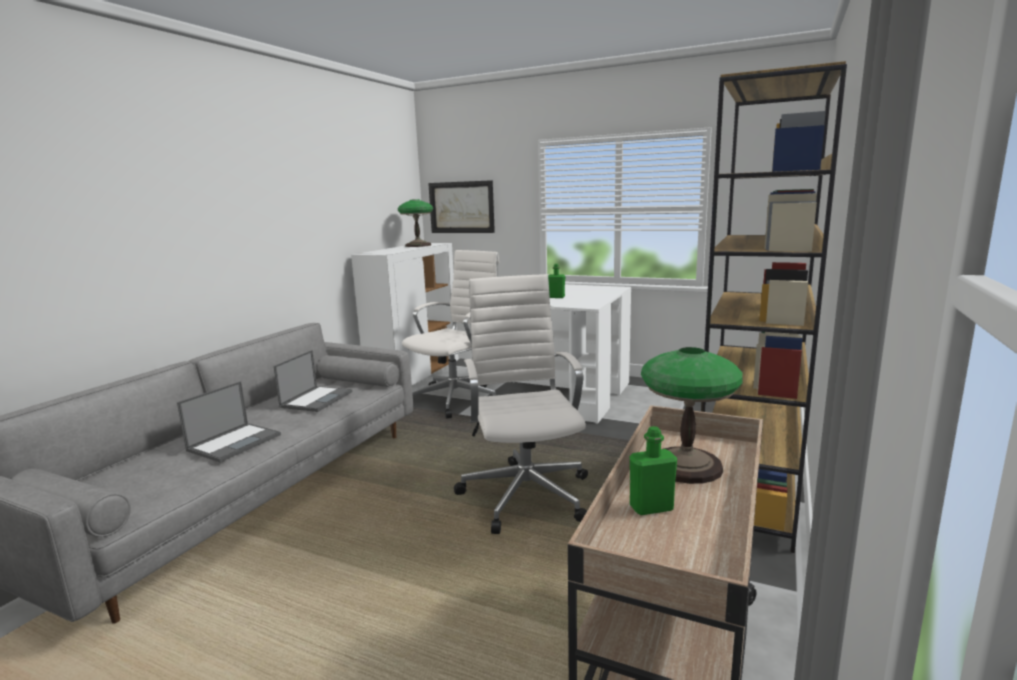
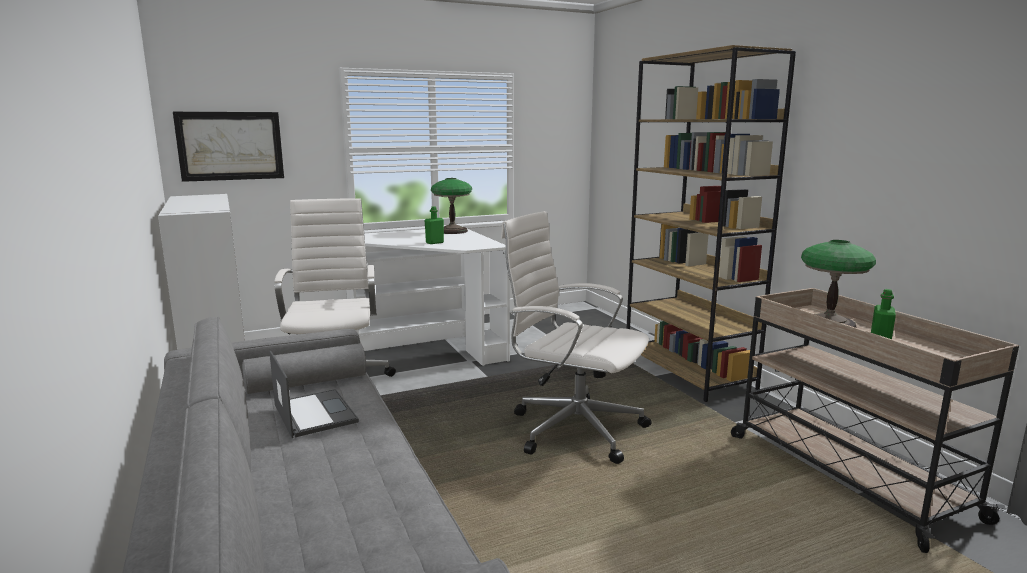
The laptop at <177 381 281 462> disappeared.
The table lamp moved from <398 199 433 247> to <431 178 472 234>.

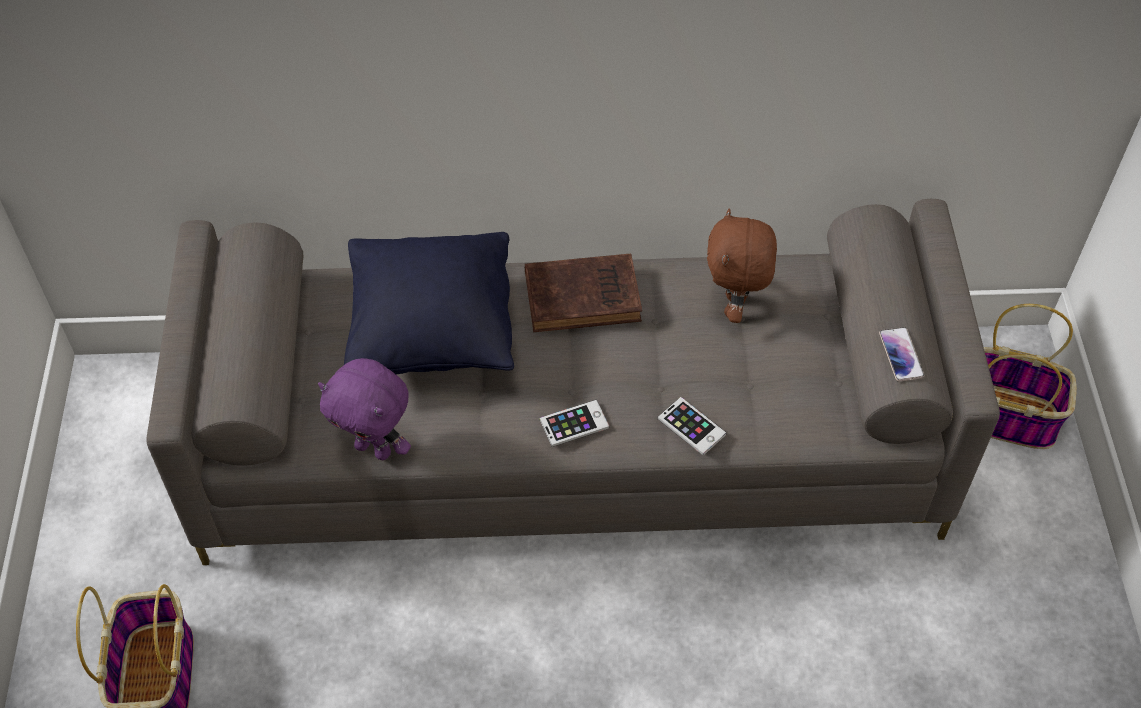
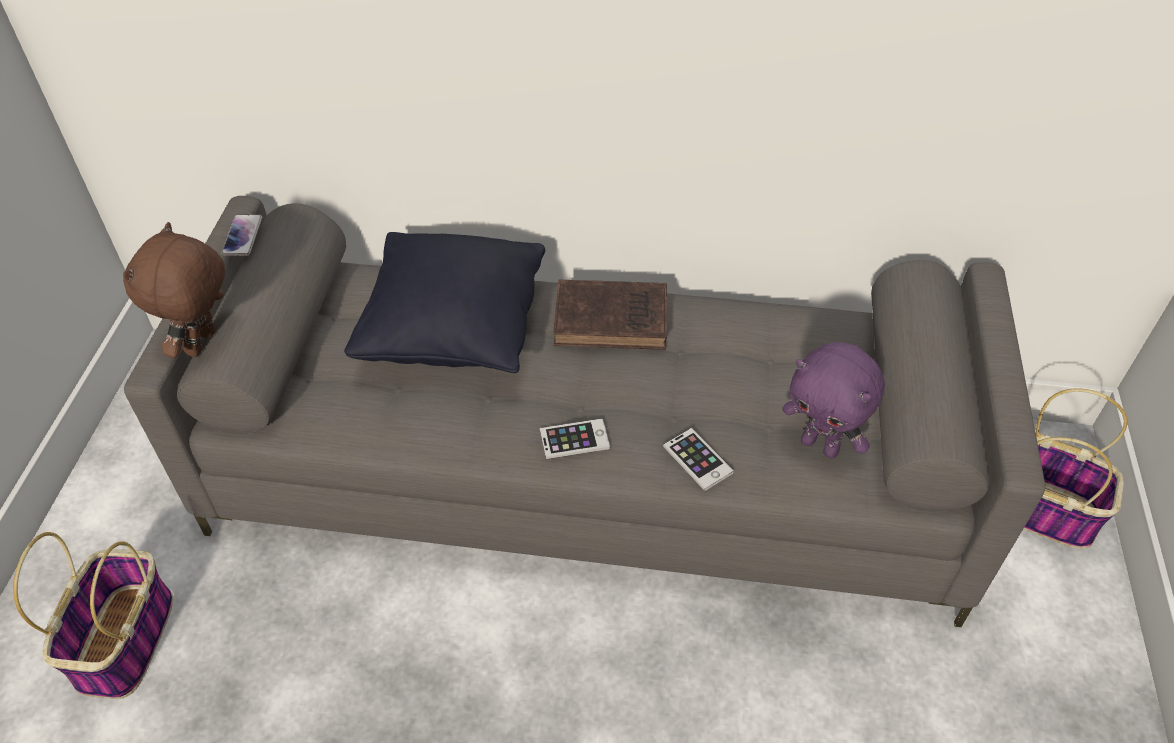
The plush toy (purple) moved from <318 358 411 460> to <782 342 885 458>.
The plush toy (brown) moved from <707 208 777 323> to <123 222 225 358>.
The phone moved from <879 327 925 382> to <221 214 262 256>.

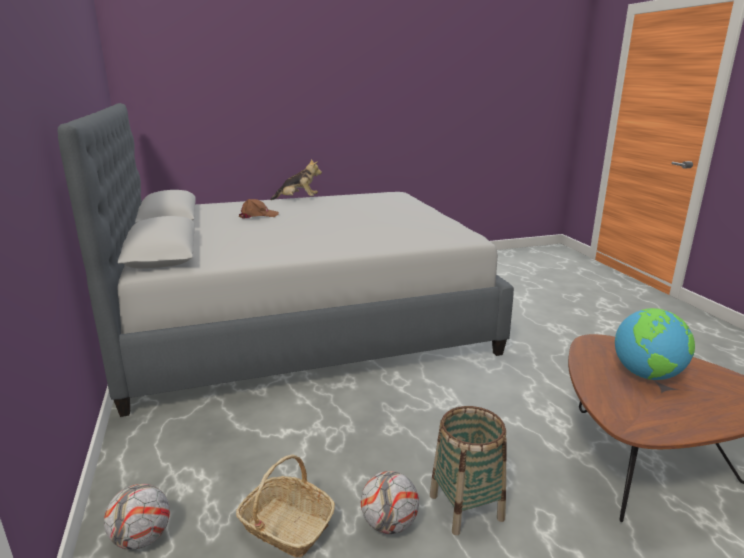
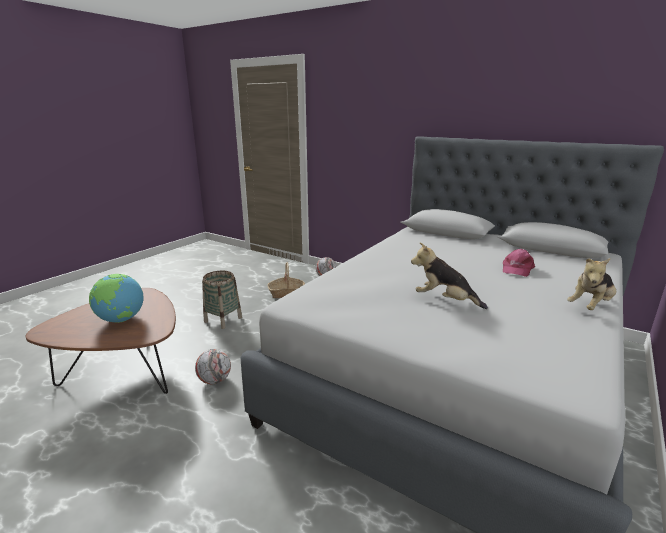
The cap (brown) at <239 199 279 219> became the cap (pink) at <503 249 535 277>.
The football moved from <361 471 419 534> to <195 349 231 384>.
The plush toy at <411 243 488 309> appeared.

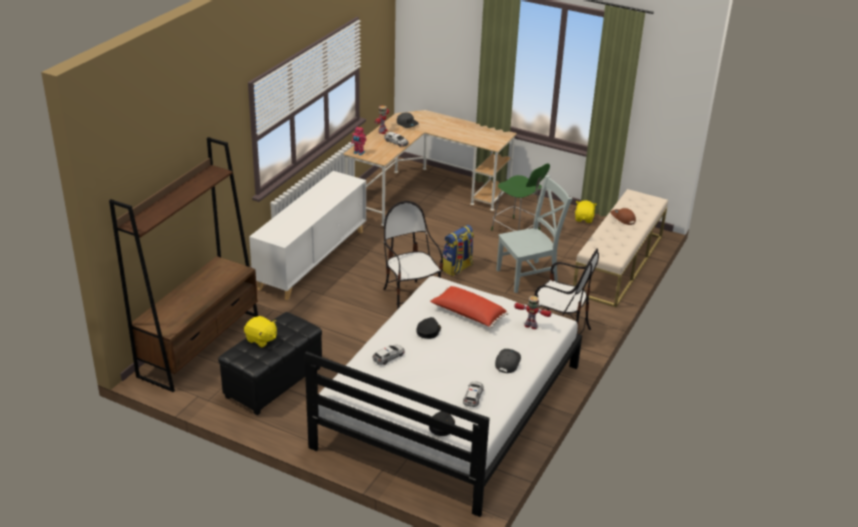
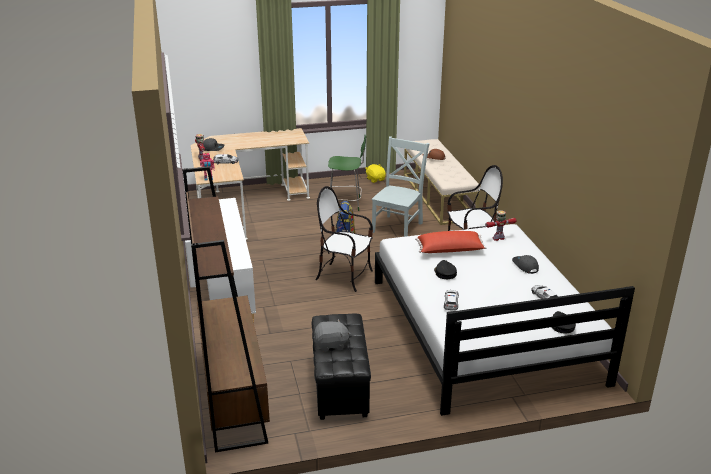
The plush toy (yellow) at <244 316 277 348> became the plush toy (grey) at <314 319 351 352>.

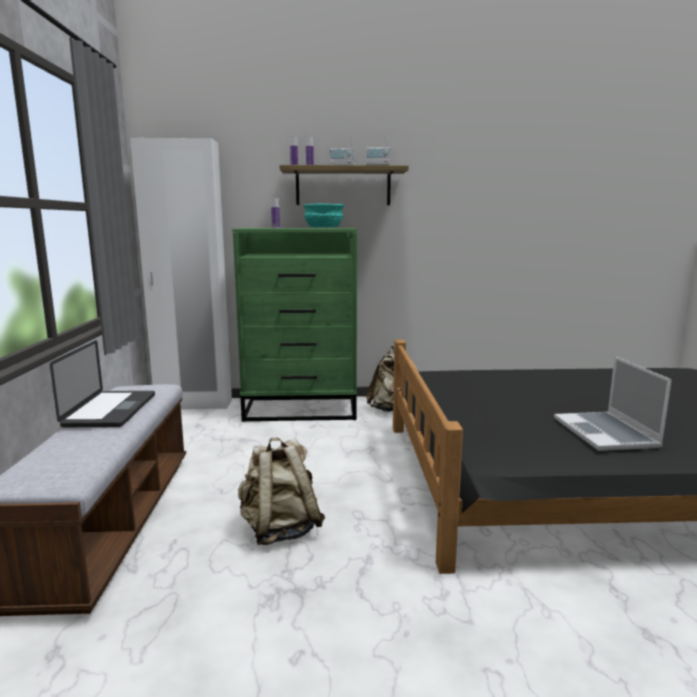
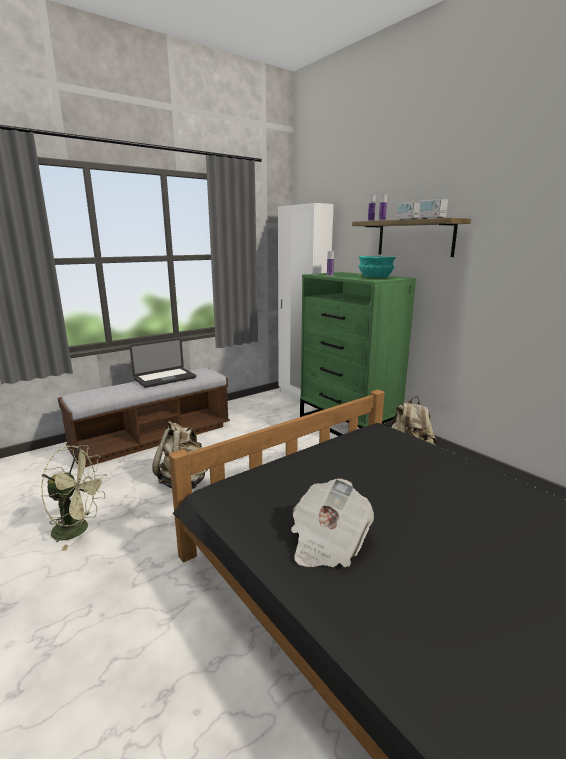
The laptop at <554 356 672 451> was replaced by the newspaper at <291 478 374 567>.
The fan (green) at <41 445 107 551> appeared.

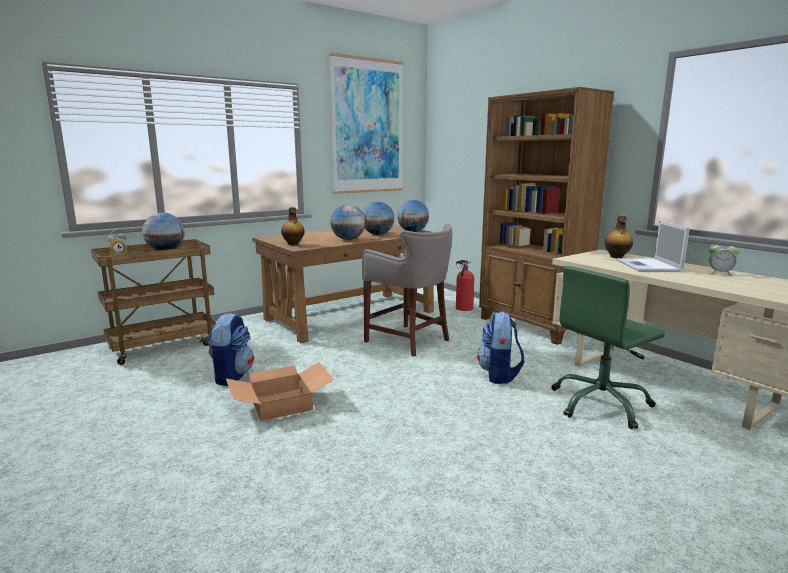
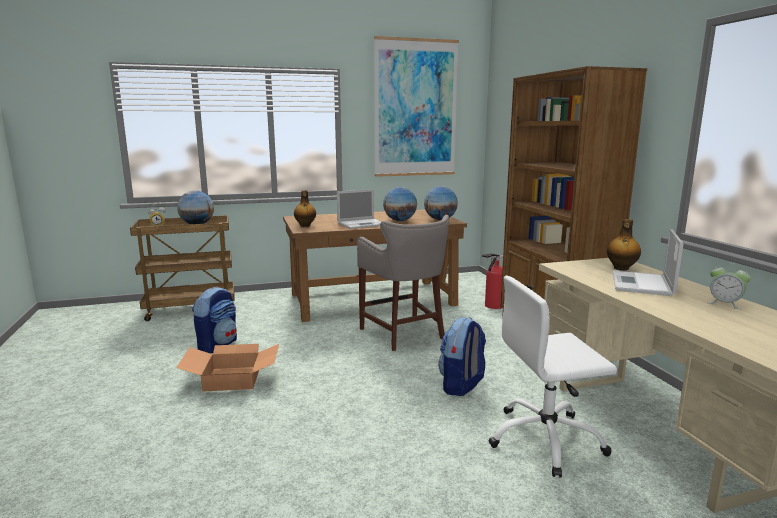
The globe at <330 204 366 240> was replaced by the laptop at <337 189 382 229>.
The office chair (green) at <551 266 665 429> became the office chair (white) at <489 276 617 477>.

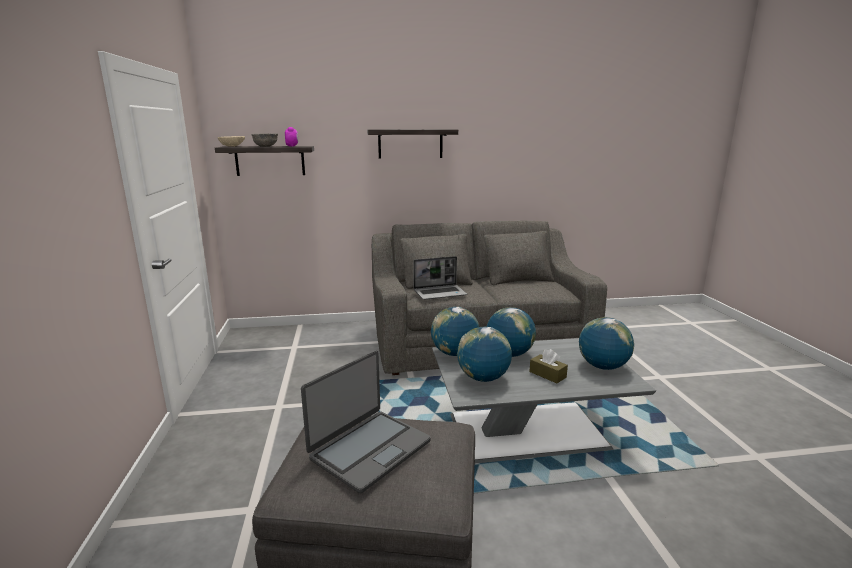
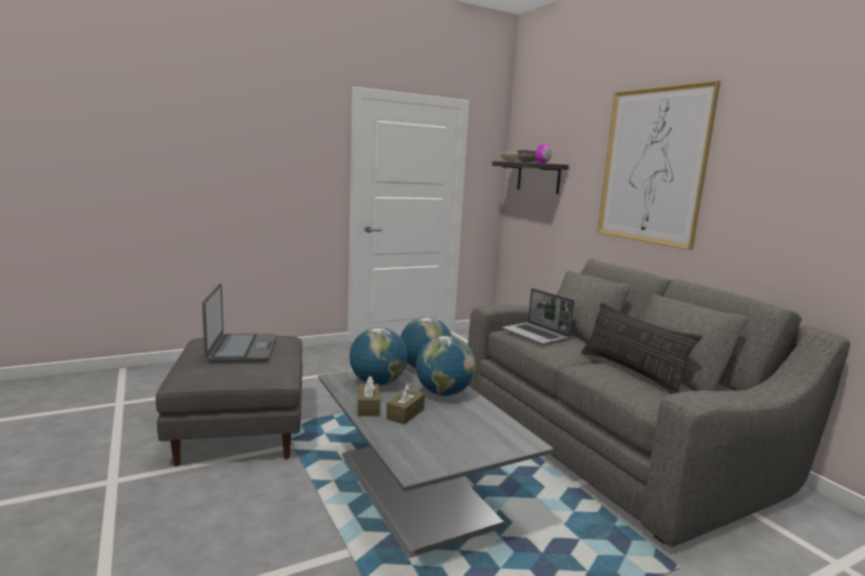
The laptop at <301 350 431 493> turned 120 degrees counterclockwise.
The shelf at <367 129 458 159> was replaced by the picture at <597 80 721 250>.
The globe at <579 317 634 370> disappeared.
The tissue box (brown) at <357 376 379 416> appeared.
The pillow at <581 302 702 394> appeared.

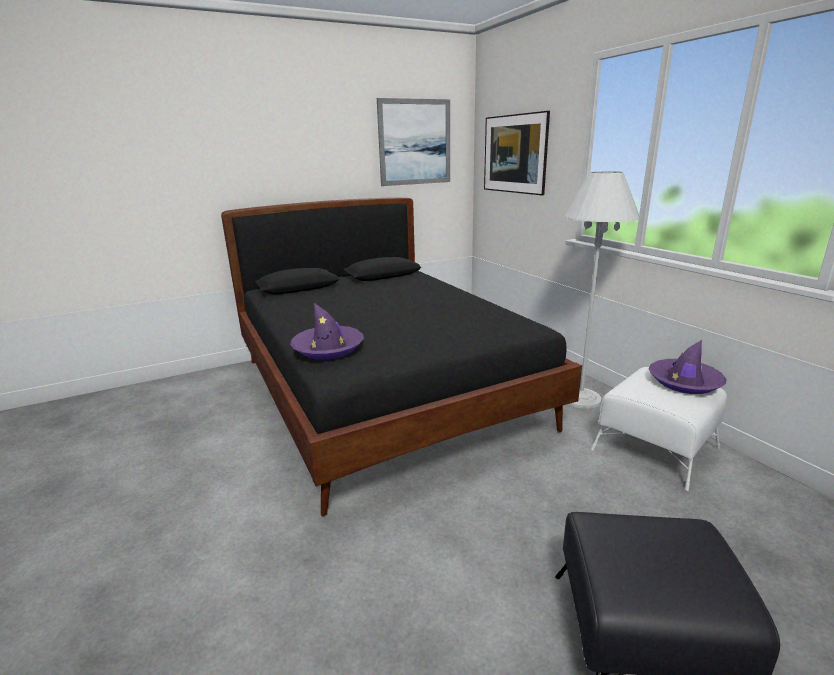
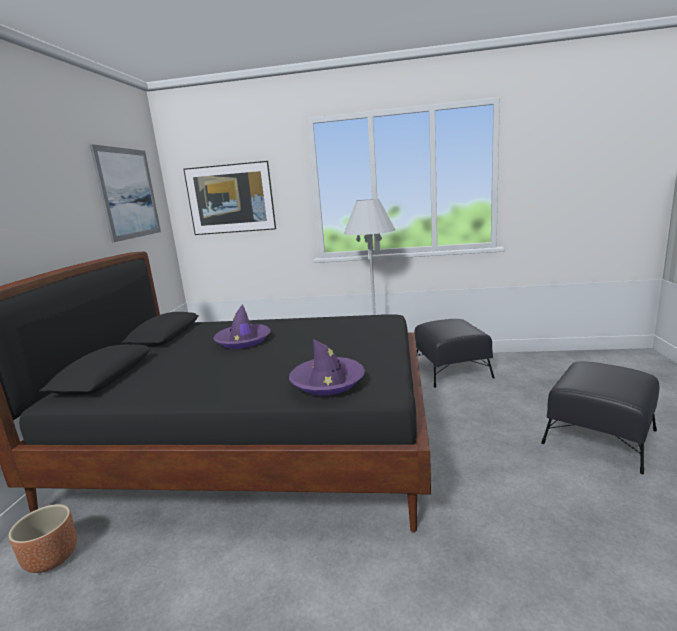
The ottoman (white) at <591 367 727 491> became the ottoman (black) at <414 319 495 388>.
The hat (purple) moved from <649 340 727 394> to <213 304 271 349>.
The planter (brown) at <9 504 77 573> appeared.

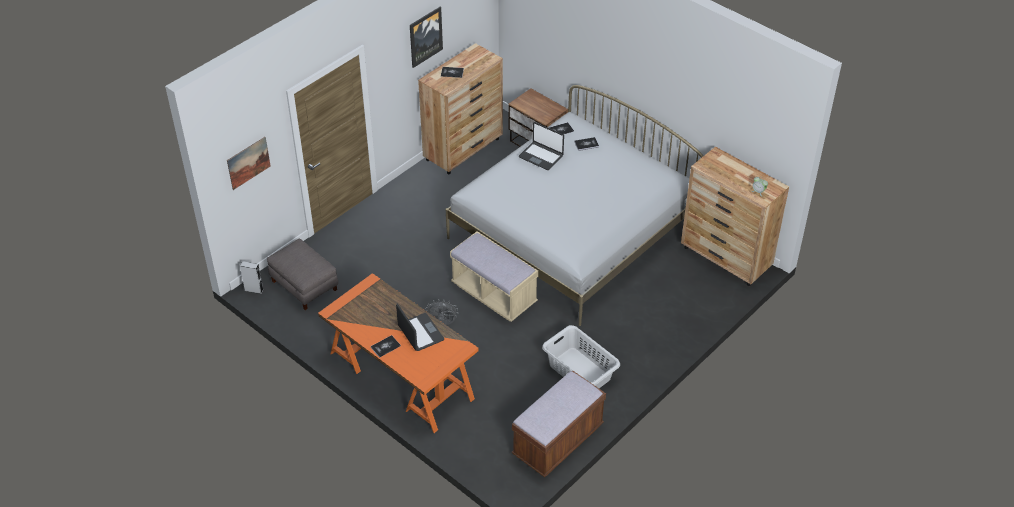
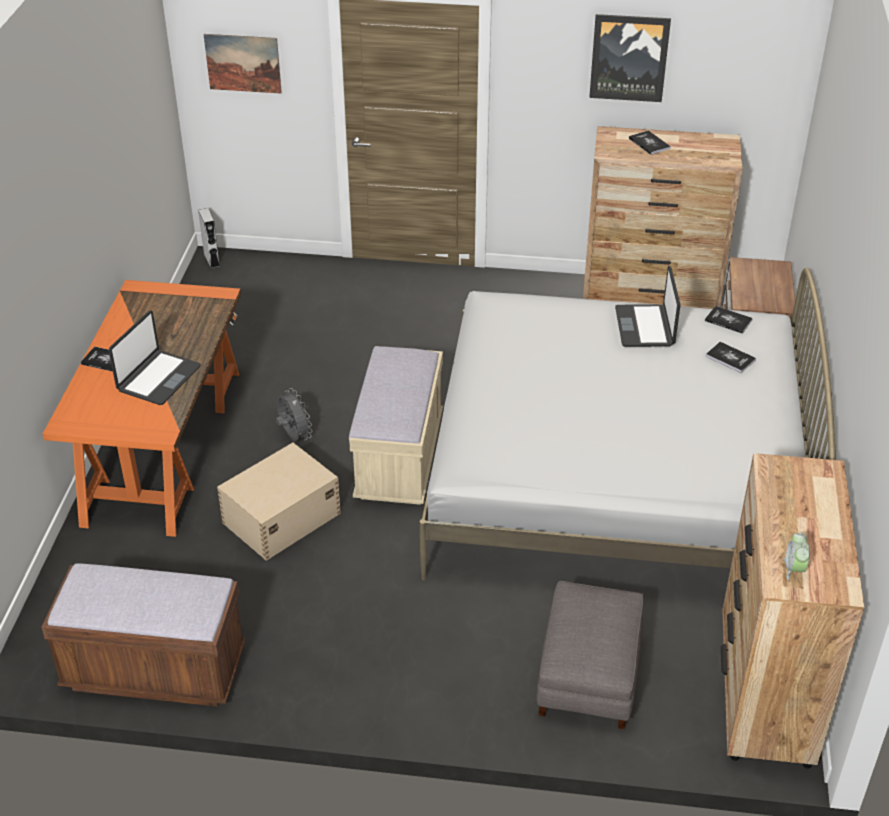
The ottoman (grey) moved from <267 238 338 310> to <537 581 644 729>.
The laundry basket (grey) at <542 325 620 388> disappeared.
The storage box (beige) at <217 443 341 561> appeared.

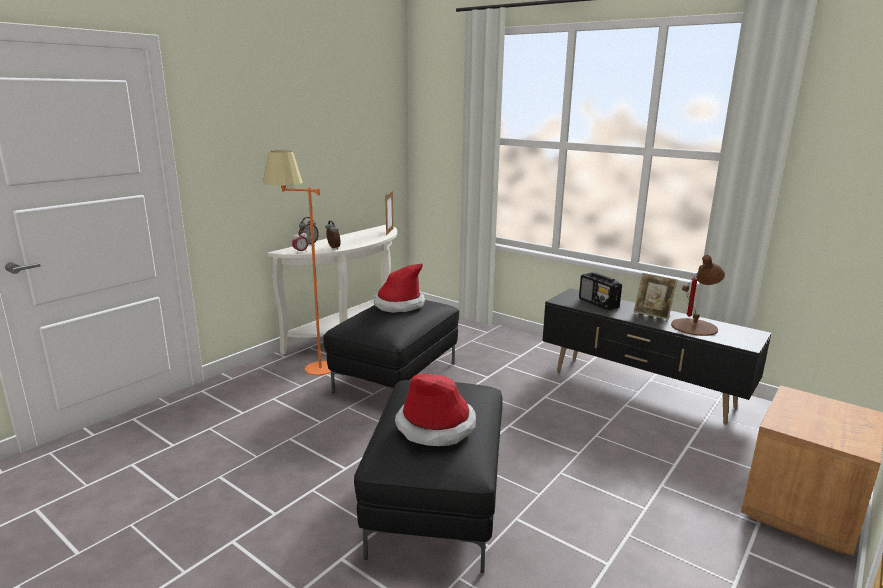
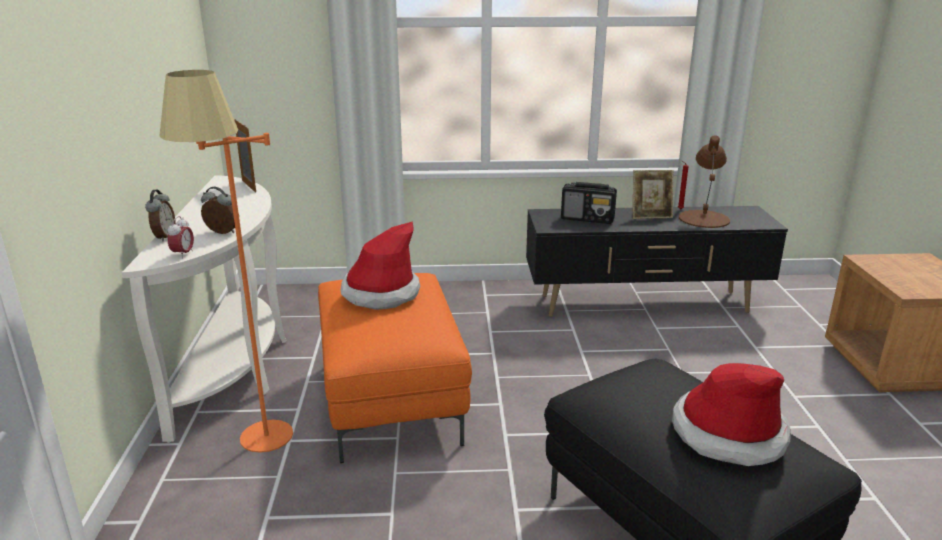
The ottoman (black) at <323 300 459 393> became the ottoman (orange) at <318 273 472 463>.

